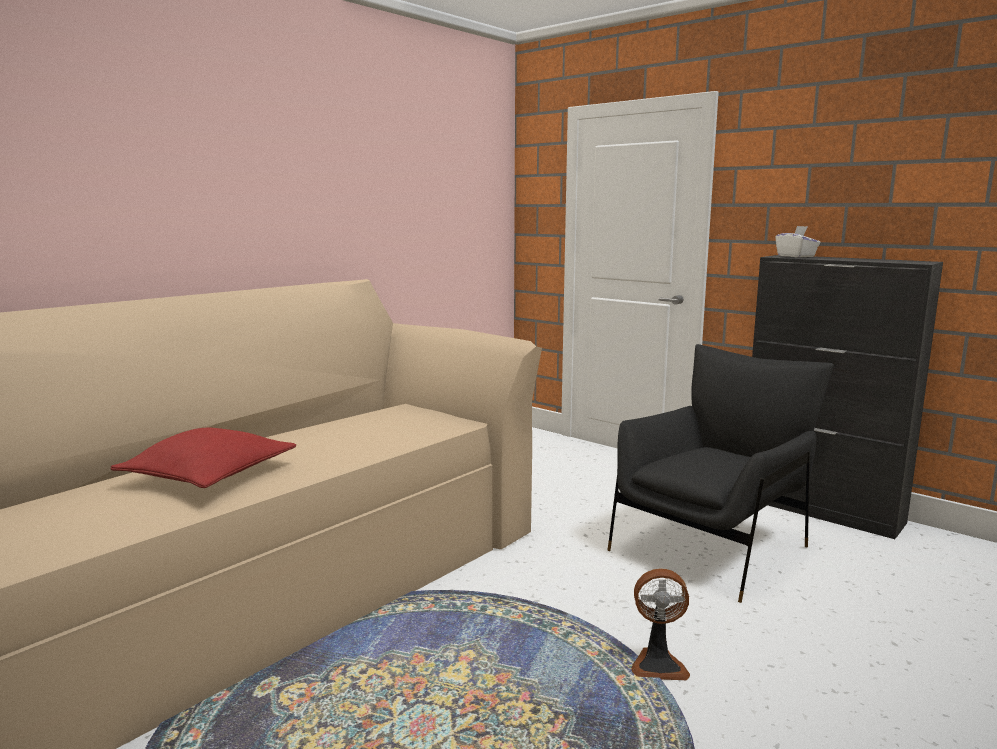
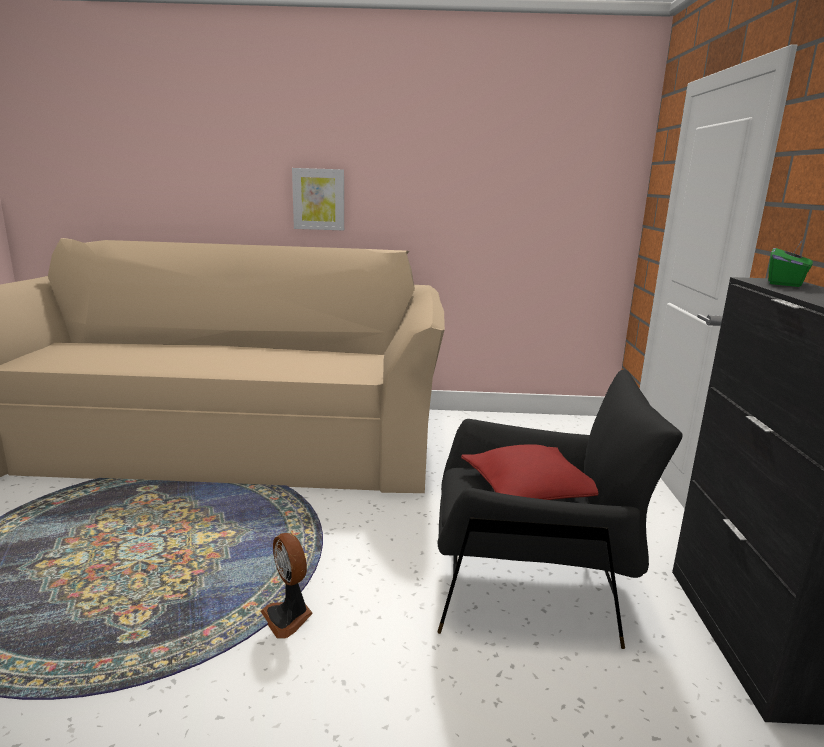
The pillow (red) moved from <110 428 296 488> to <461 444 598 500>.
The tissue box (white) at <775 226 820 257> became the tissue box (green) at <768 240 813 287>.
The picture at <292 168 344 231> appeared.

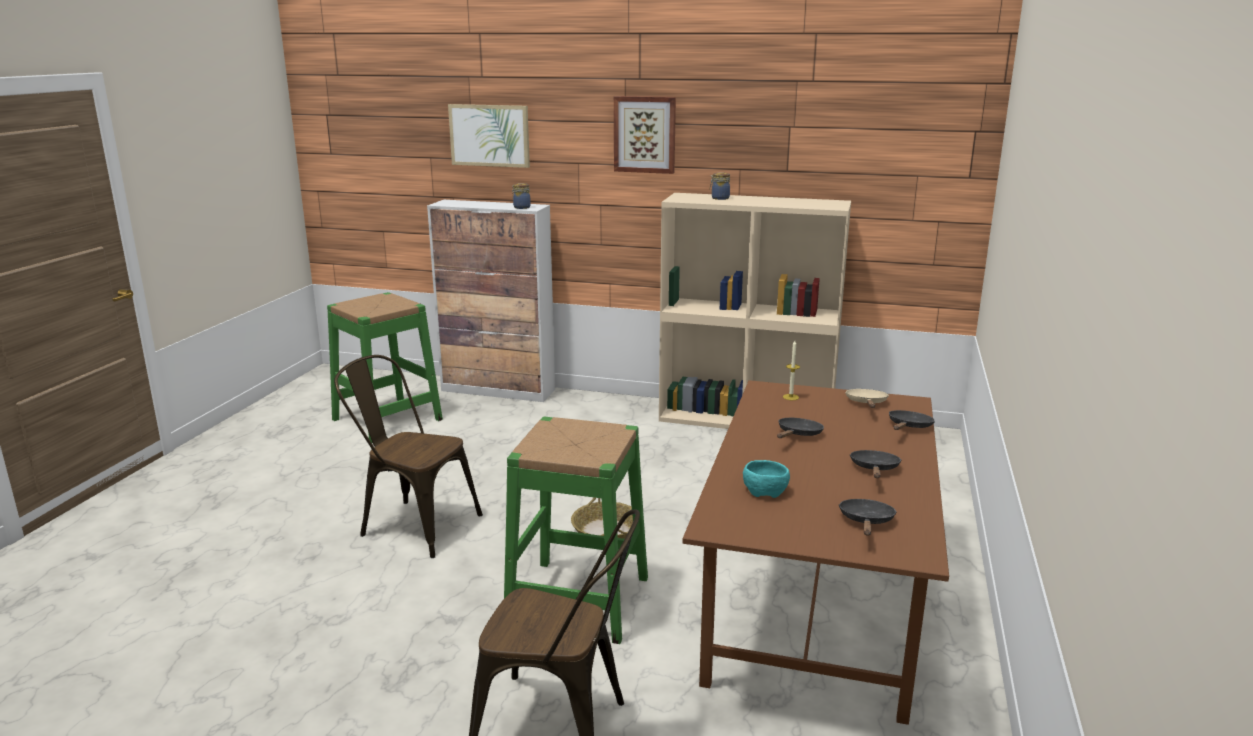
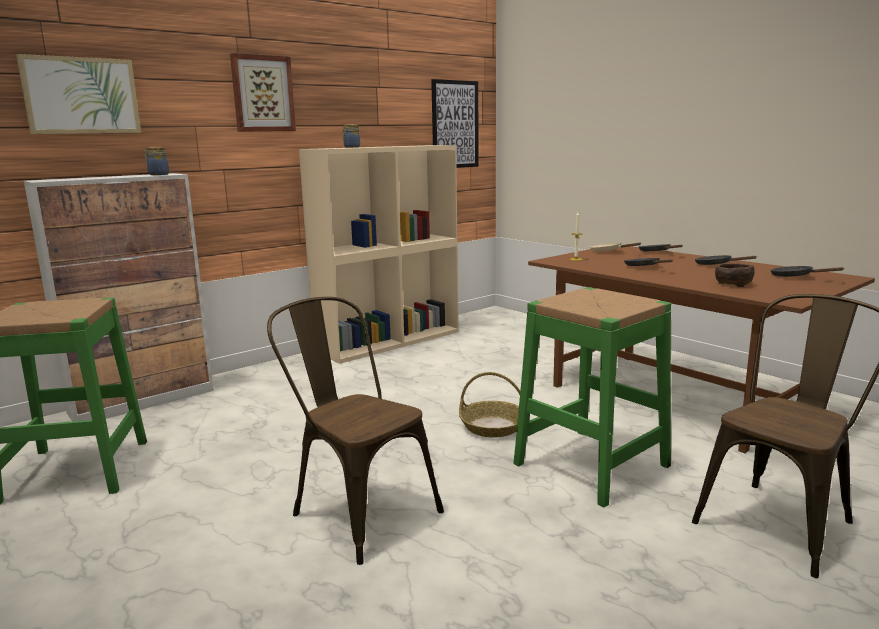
The chair (brown) at <334 355 483 558> turned 75 degrees clockwise.
The bowl (turquoise) at <743 460 790 498> became the bowl (brown) at <715 263 755 287>.
The picture at <431 79 479 168> appeared.

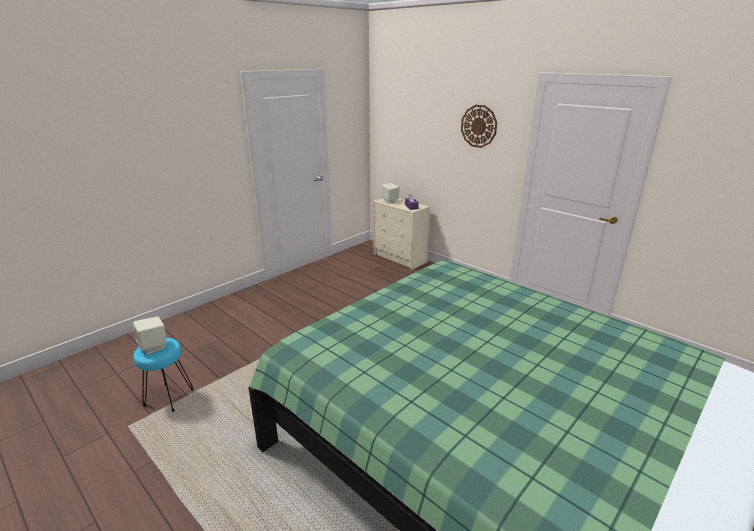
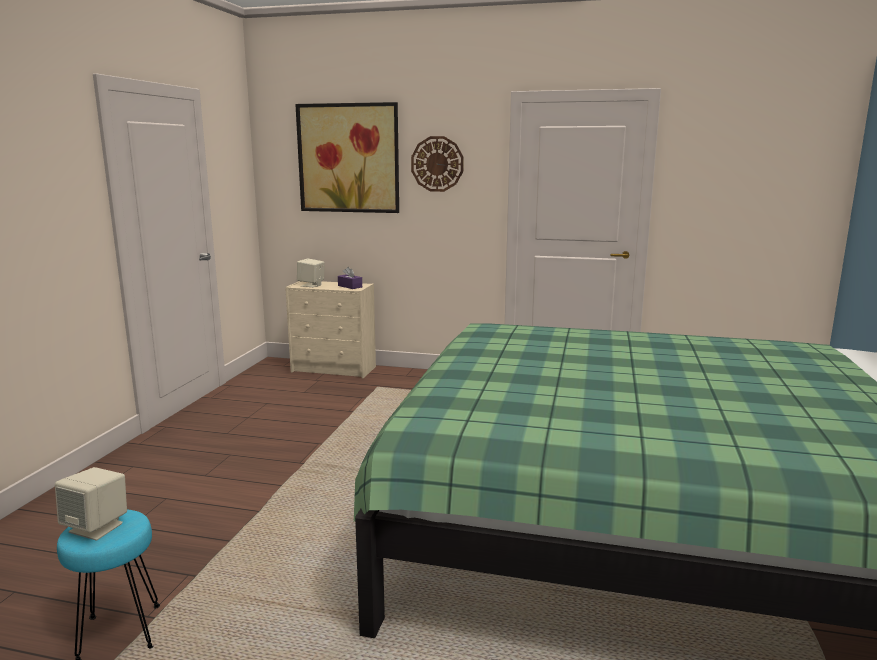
The picture at <295 102 399 213> appeared.

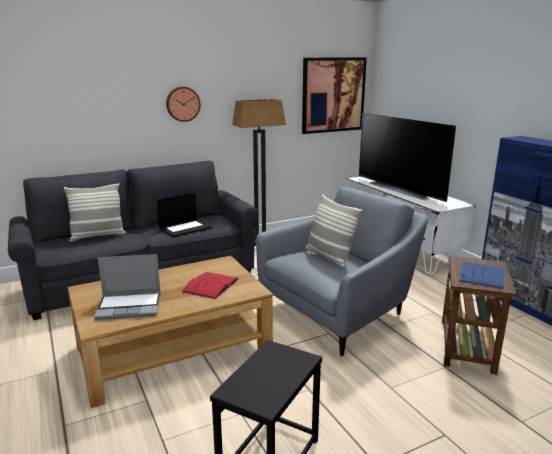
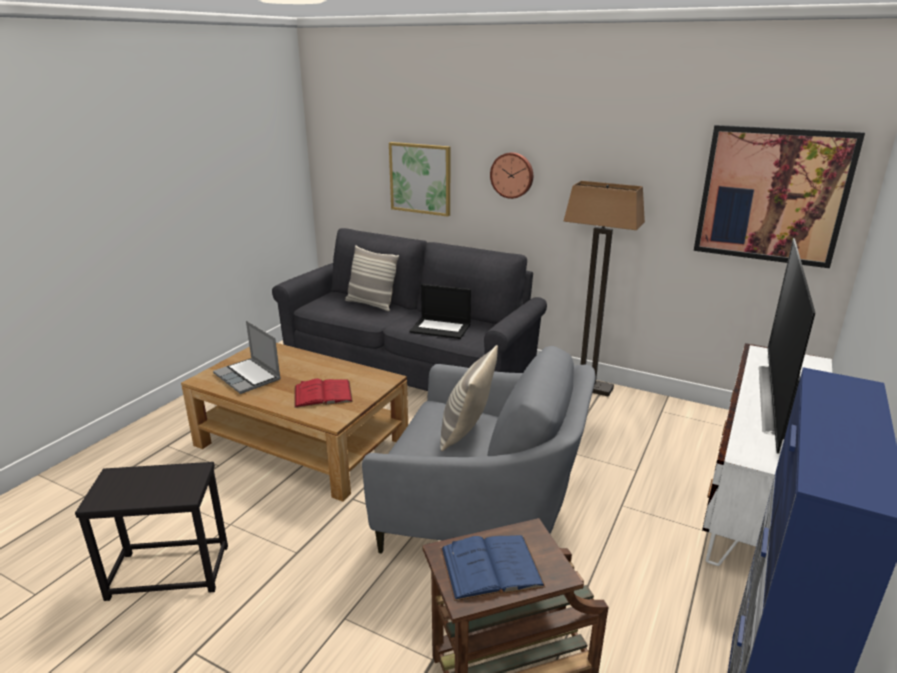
The picture at <389 142 450 217> appeared.

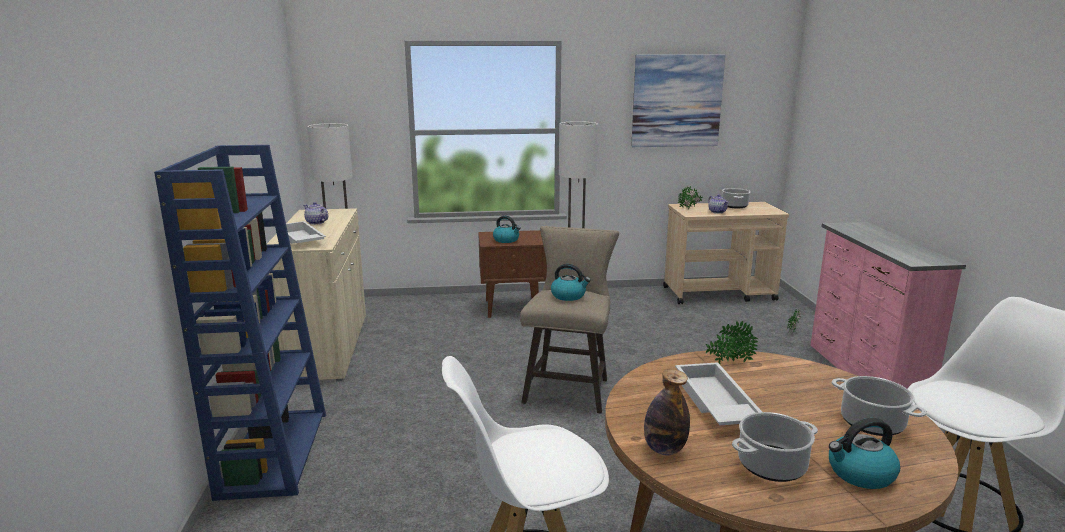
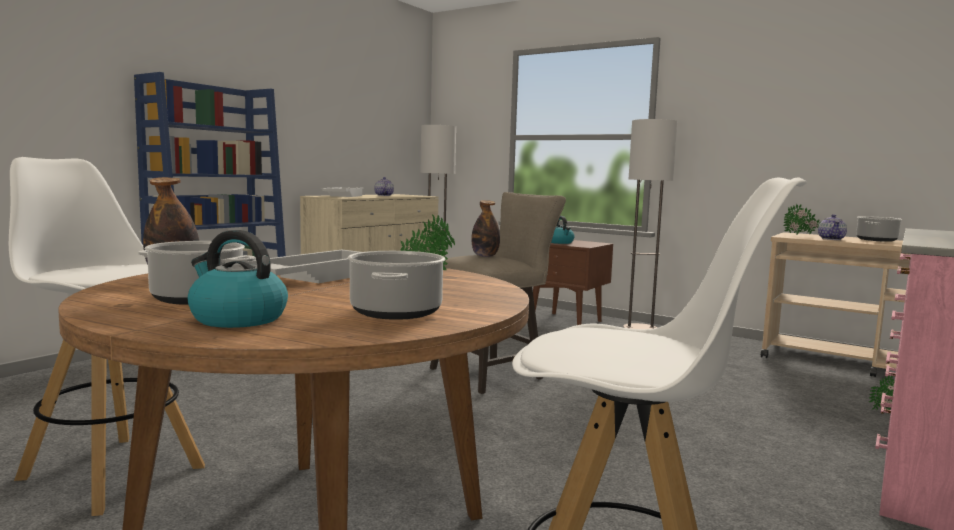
The kettle at <551 264 591 301> was replaced by the bottle at <471 200 500 257>.
The picture at <631 55 725 147> disappeared.

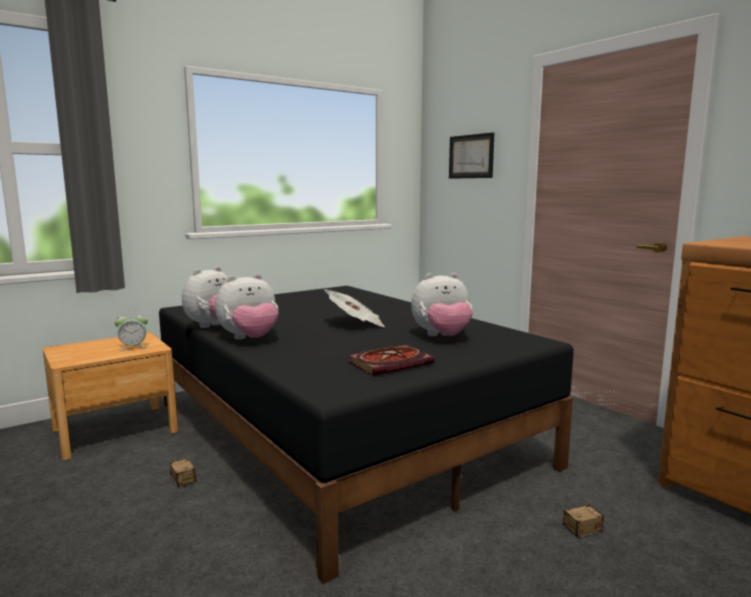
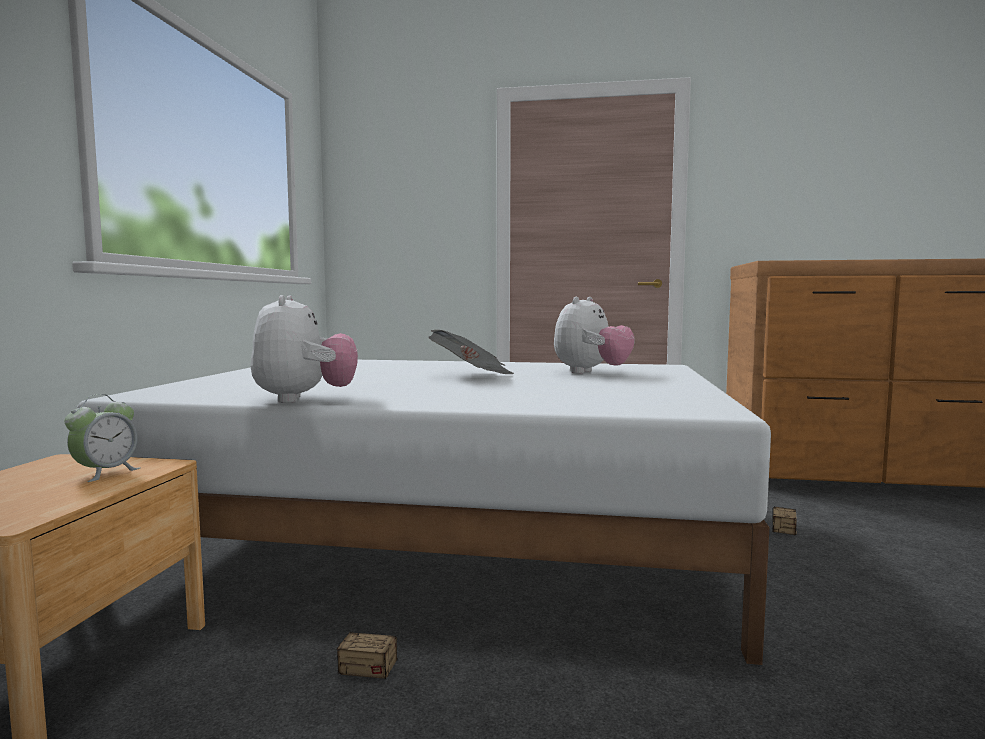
The bed (black) at <159 286 574 584> became the bed (white) at <77 360 771 665>.
The plush toy at <215 274 279 339> disappeared.
The book at <348 345 435 375> disappeared.
The picture at <449 132 494 179> disappeared.

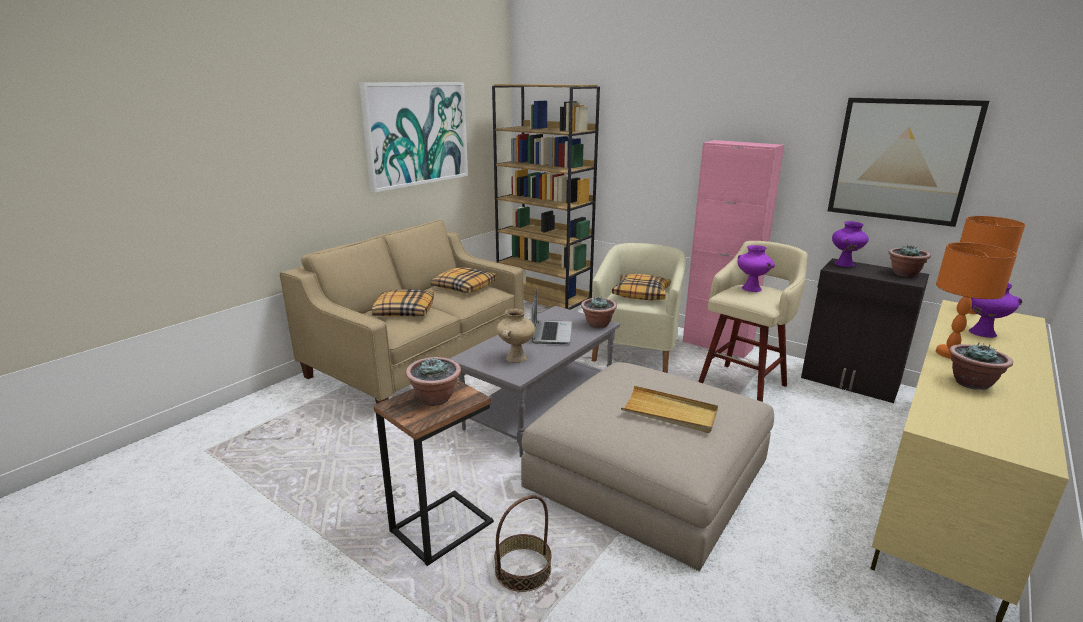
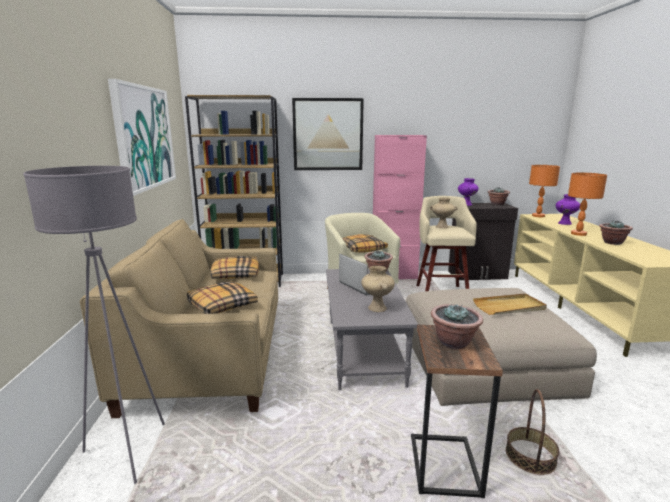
The vase (purple) at <737 245 775 292> became the vase (beige) at <430 197 458 228>.
The picture moved from <828 98 989 227> to <292 98 364 170>.
The floor lamp (grey) at <23 166 165 484> appeared.

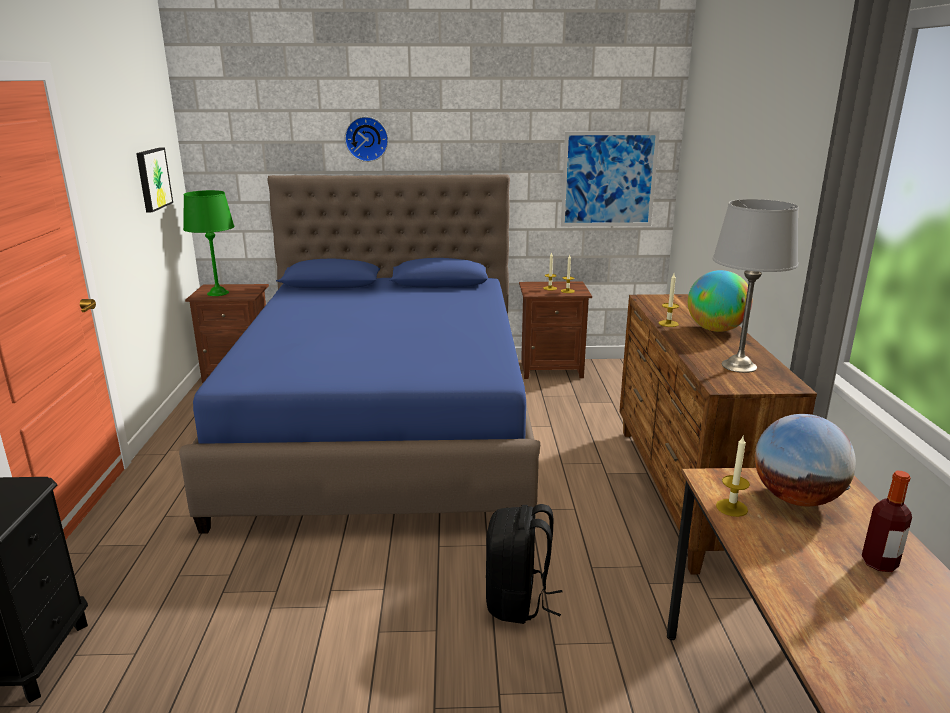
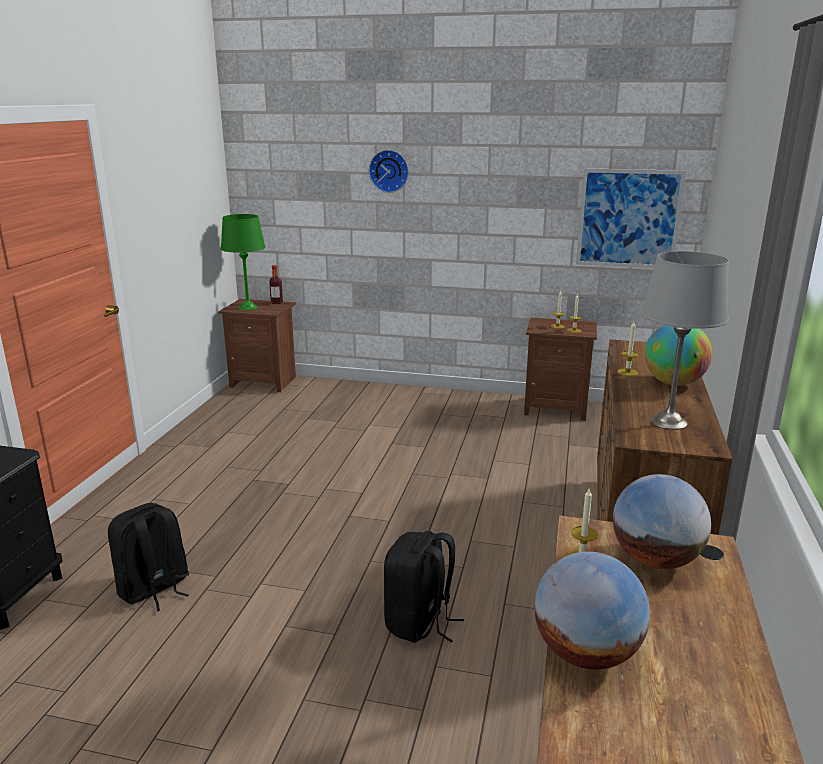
The picture at <136 148 173 212> disappeared.
The bed (blue) at <179 174 540 534> disappeared.
The bottle moved from <861 471 912 572> to <269 265 283 304>.
The backpack (black) at <108 503 189 612> appeared.
The globe at <534 552 650 669> appeared.

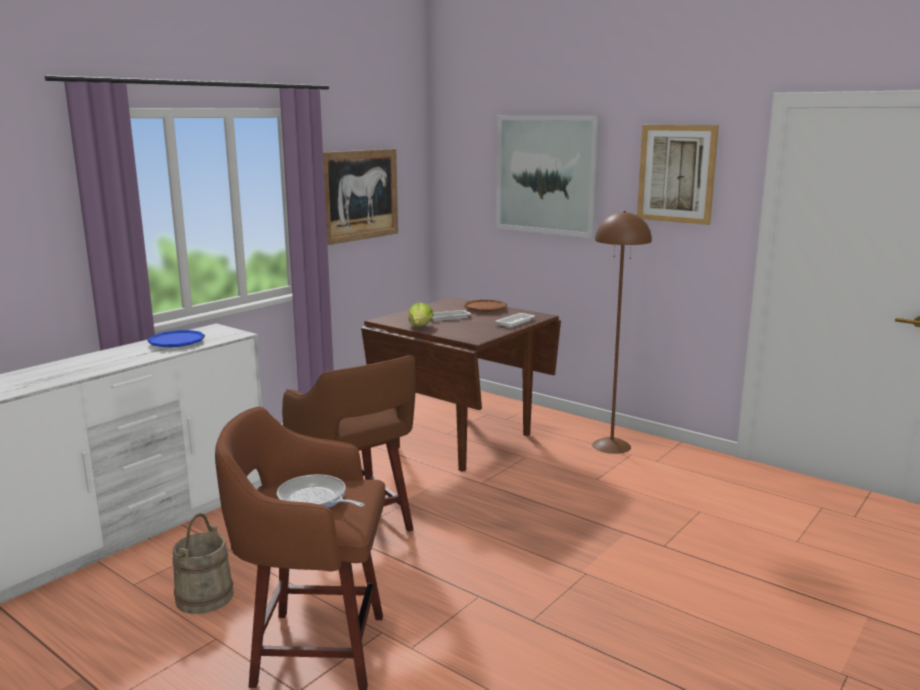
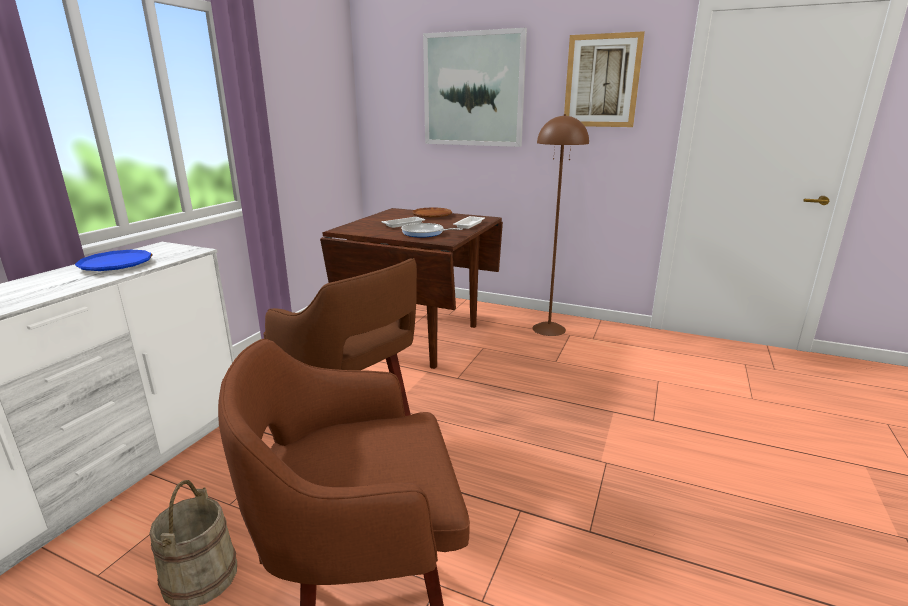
The frying pan moved from <277 474 365 508> to <401 223 463 238>.
The picture at <323 149 398 245> disappeared.
The lettuce at <408 302 434 327> disappeared.

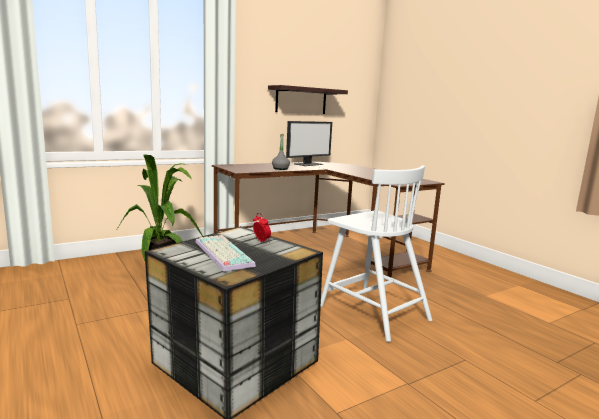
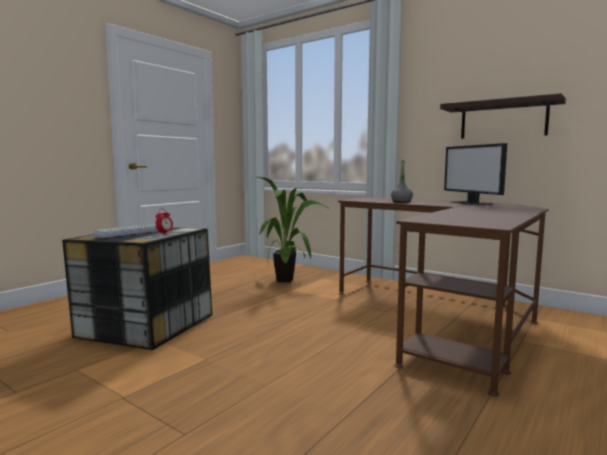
The monitor at <286 121 332 166> turned 45 degrees clockwise.
The chair (white) at <321 165 432 342> disappeared.

